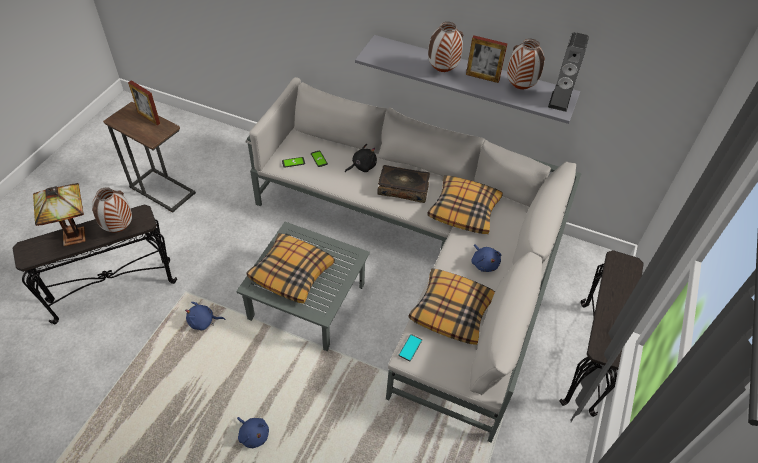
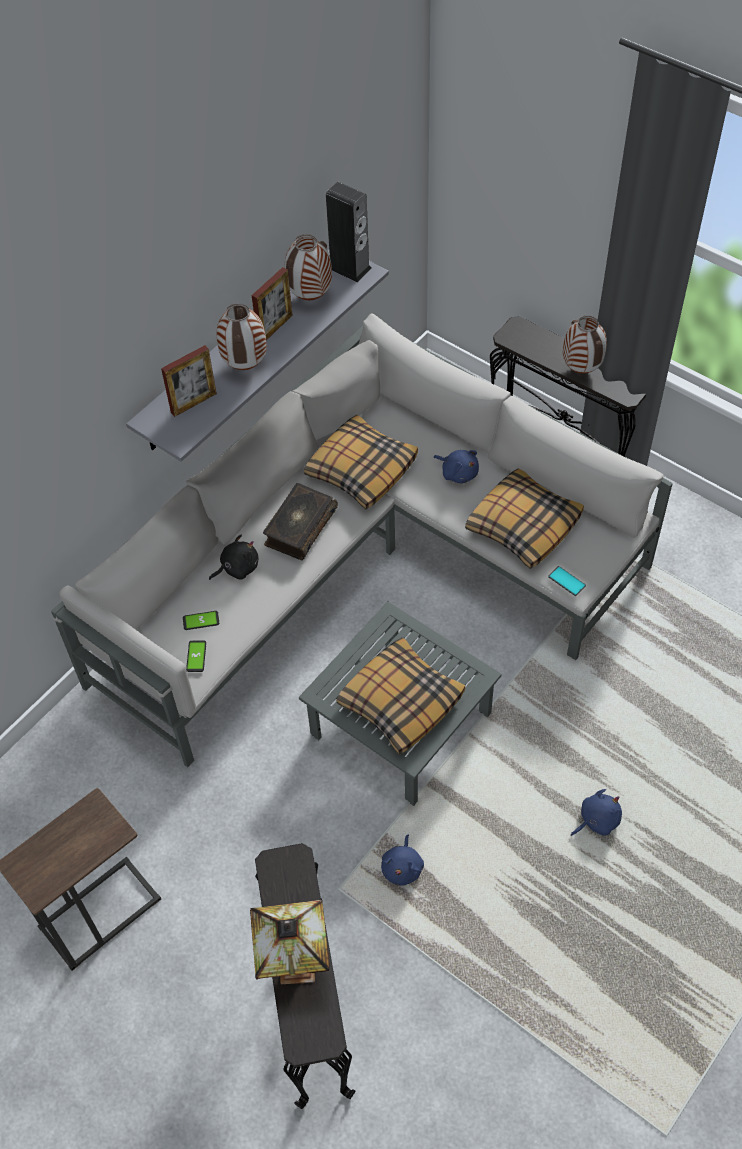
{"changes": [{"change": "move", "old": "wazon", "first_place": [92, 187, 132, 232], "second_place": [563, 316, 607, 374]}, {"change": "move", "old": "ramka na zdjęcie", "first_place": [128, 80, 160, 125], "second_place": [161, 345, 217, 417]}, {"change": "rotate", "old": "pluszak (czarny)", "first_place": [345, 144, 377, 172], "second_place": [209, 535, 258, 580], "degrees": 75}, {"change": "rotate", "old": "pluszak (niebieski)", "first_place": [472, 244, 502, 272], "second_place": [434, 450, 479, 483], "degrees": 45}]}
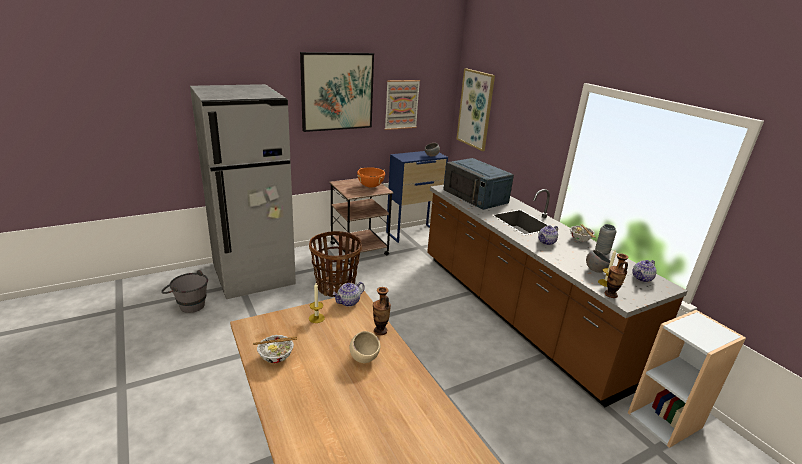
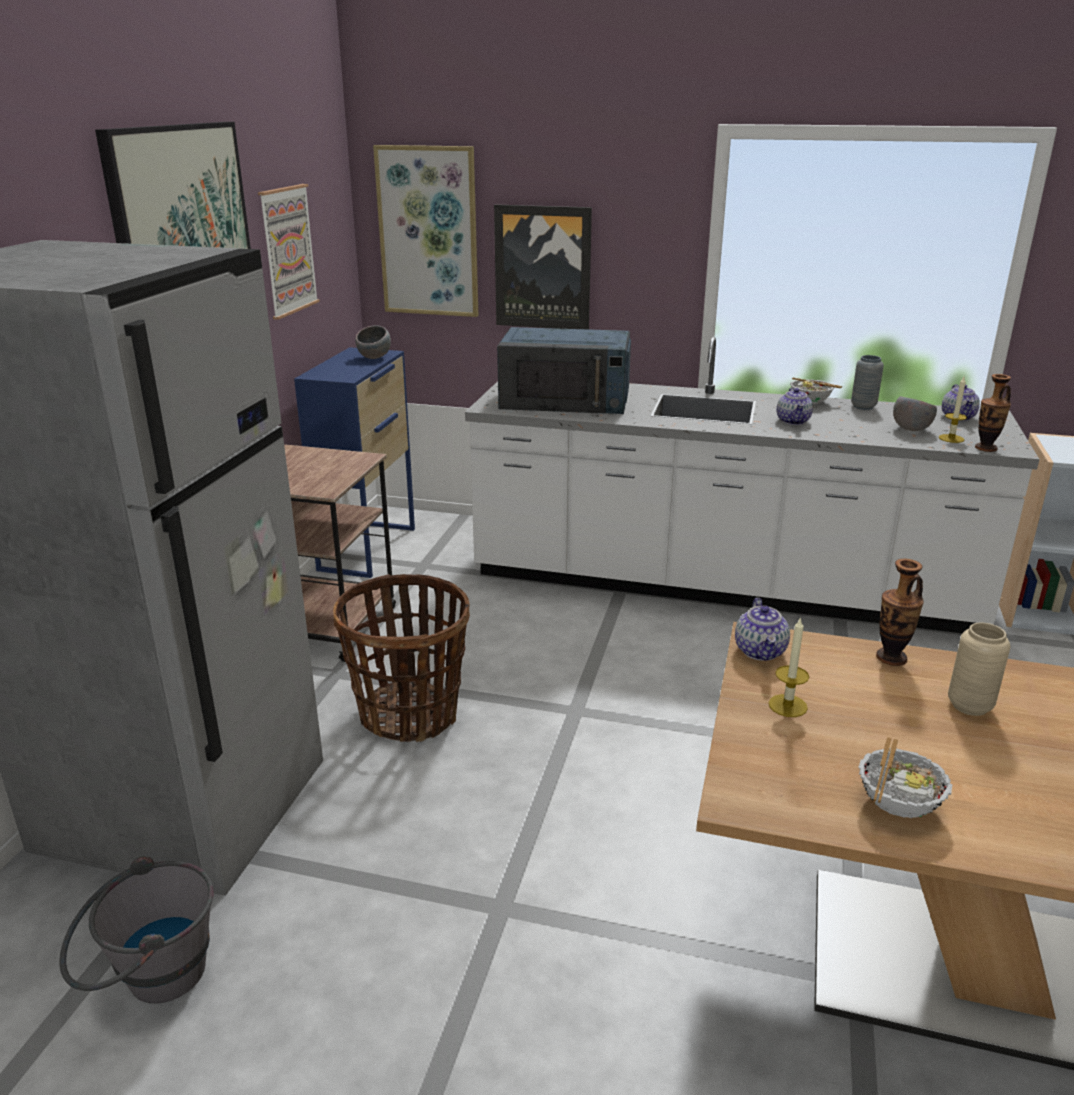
{"changes": [{"change": "replace", "old": "miska (beżowy)", "new": "wazon (beżowy)", "first_place": [350, 331, 380, 363], "second_place": [948, 622, 1010, 716]}, {"change": "delete", "old": "garnek (pomarańczowy)", "first_place": [357, 167, 385, 188]}, {"change": "recolor", "old": "zabudowa kuchenna (brązowy)", "new": "zabudowa kuchenna (biały)", "first_place": [427, 185, 688, 407], "second_place": [465, 337, 1039, 633]}, {"change": "insert", "new": "obraz", "second_place": [494, 204, 592, 329]}]}
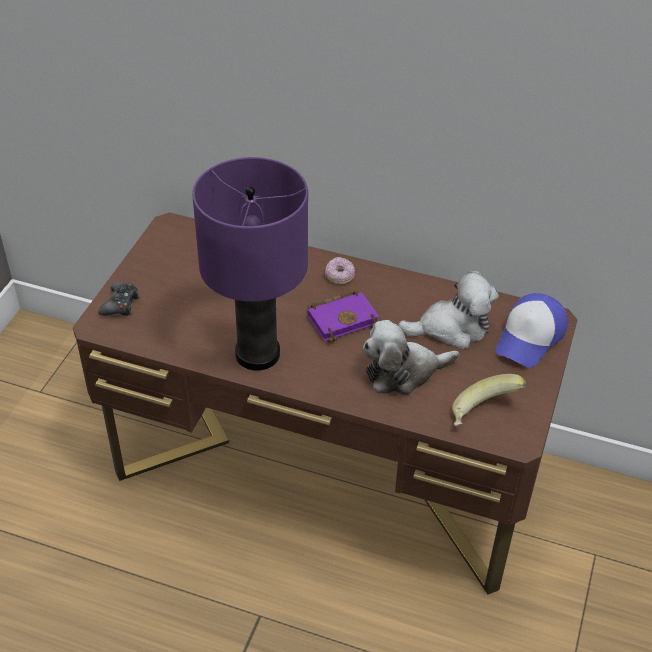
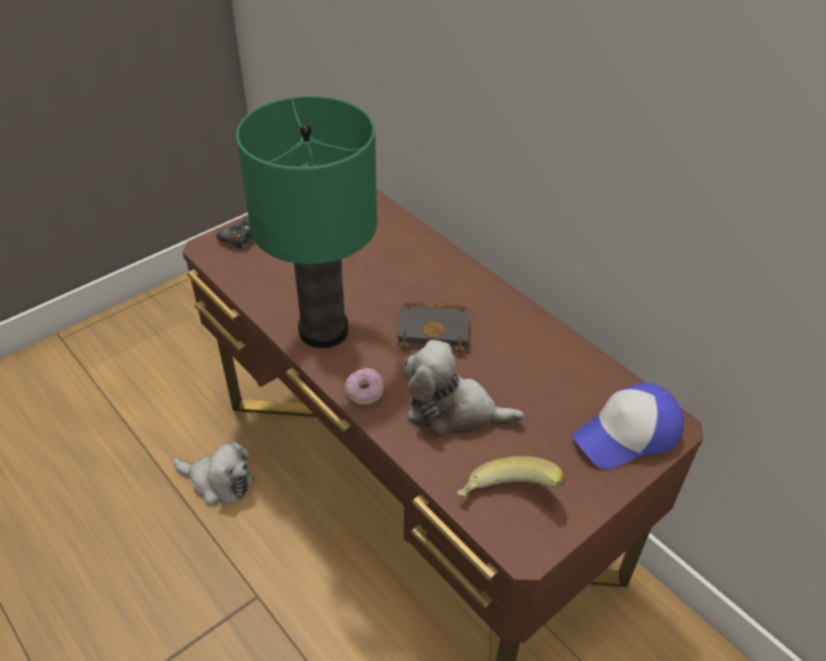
{"changes": [{"change": "recolor", "old": "lampa stołowa (fioletowy)", "new": "lampa stołowa (zielony)", "first_place": [192, 157, 308, 371], "second_place": [236, 96, 377, 348]}, {"change": "recolor", "old": "książka (fioletowy)", "new": "książka (czarny)", "first_place": [307, 291, 379, 342], "second_place": [397, 302, 469, 352]}, {"change": "move", "old": "donut", "first_place": [325, 257, 355, 284], "second_place": [345, 368, 384, 405]}, {"change": "move", "old": "pluszak", "first_place": [398, 271, 499, 349], "second_place": [173, 441, 254, 506]}]}
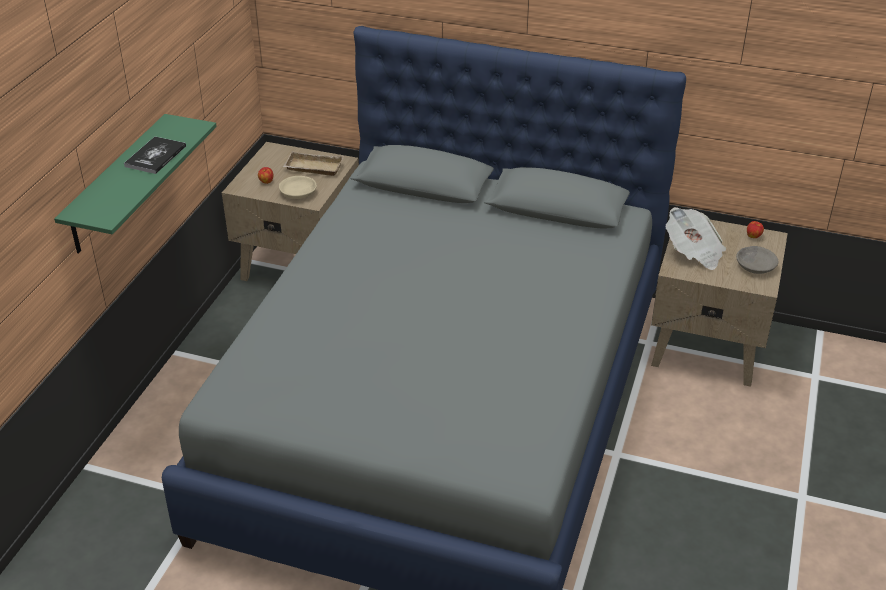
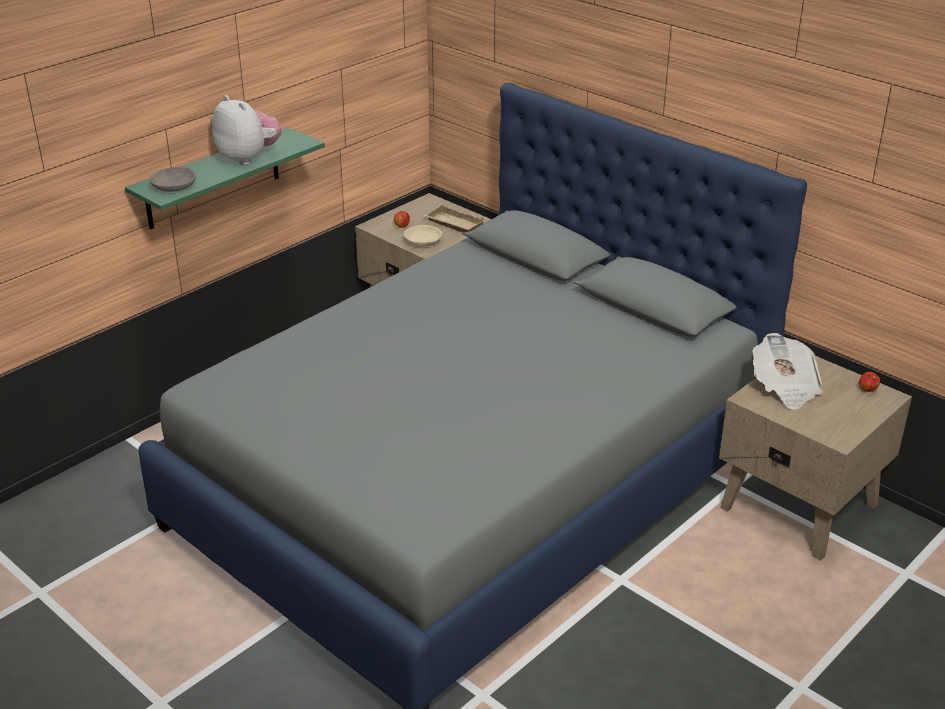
{"changes": [{"change": "replace", "old": "książka", "new": "pluszak", "first_place": [124, 137, 186, 174], "second_place": [212, 95, 281, 165]}, {"change": "move", "old": "miska (szary)", "first_place": [736, 246, 778, 274], "second_place": [150, 167, 196, 192]}]}
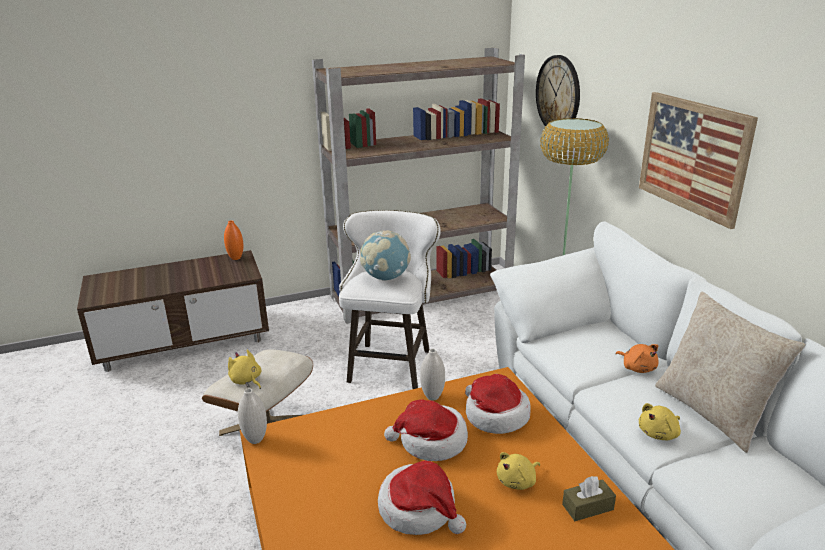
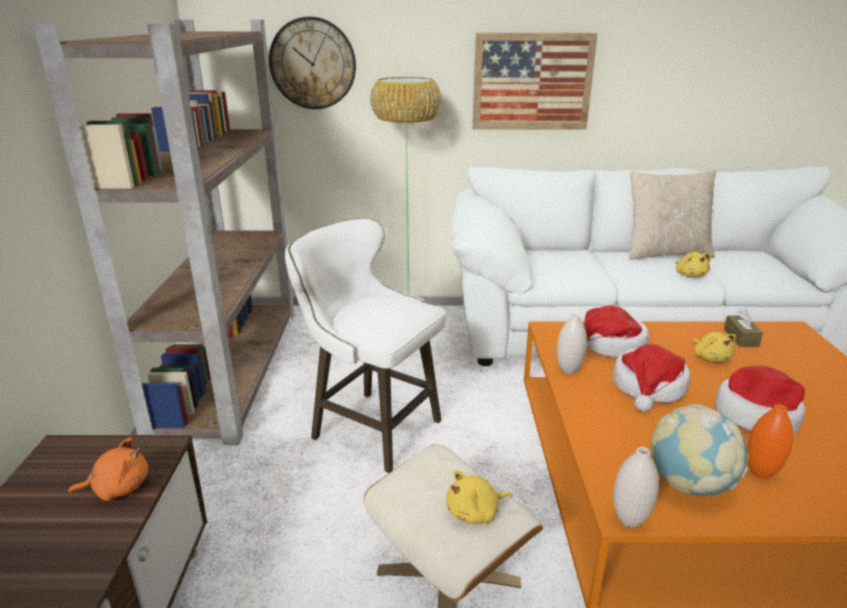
{"changes": [{"change": "move", "old": "wazon (pomarańczowy)", "first_place": [224, 220, 243, 260], "second_place": [747, 404, 793, 479]}, {"change": "move", "old": "globus", "first_place": [360, 230, 411, 281], "second_place": [651, 404, 748, 496]}, {"change": "move", "old": "pluszak (pomarańczowy)", "first_place": [616, 344, 659, 373], "second_place": [68, 437, 149, 501]}]}
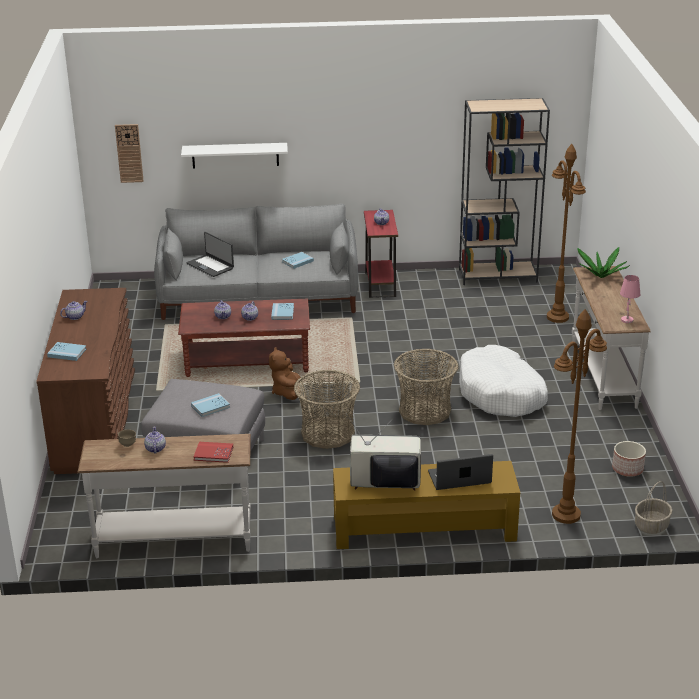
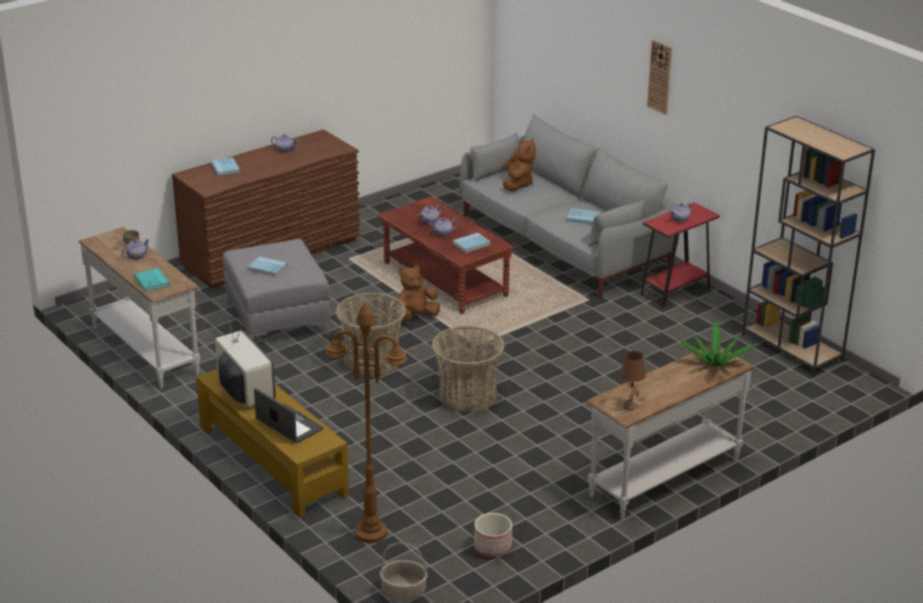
{"changes": [{"change": "move", "old": "zegar ścienny", "first_place": [115, 124, 144, 183], "second_place": [647, 40, 672, 115]}, {"change": "delete", "old": "półka (biały)", "first_place": [181, 143, 288, 169]}, {"change": "replace", "old": "laptop", "new": "pluszak (brązowy)", "first_place": [186, 232, 234, 277], "second_place": [503, 138, 536, 192]}, {"change": "recolor", "old": "książka (czerwony)", "new": "książka (turkusowy)", "first_place": [193, 442, 233, 463], "second_place": [134, 268, 170, 292]}, {"change": "delete", "old": "legowisko (biały)", "first_place": [459, 345, 548, 417]}, {"change": "delete", "old": "lampa stojąca (brązowy)", "first_place": [547, 144, 586, 323]}, {"change": "recolor", "old": "lampa stołowa (różowy)", "new": "lampa stołowa (brązowy)", "first_place": [620, 275, 640, 323], "second_place": [620, 351, 646, 411]}]}
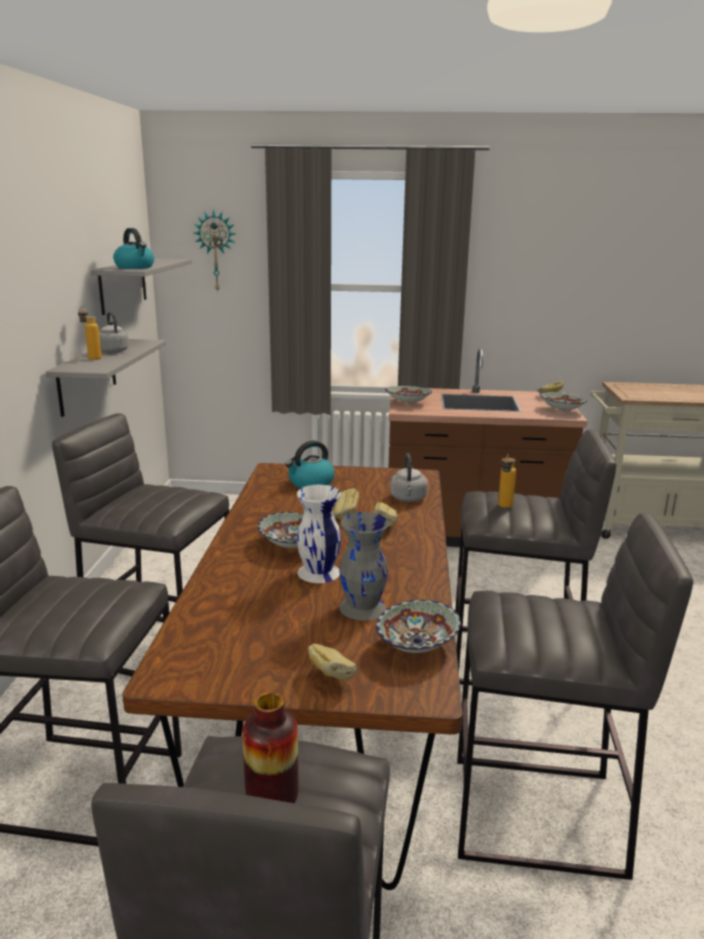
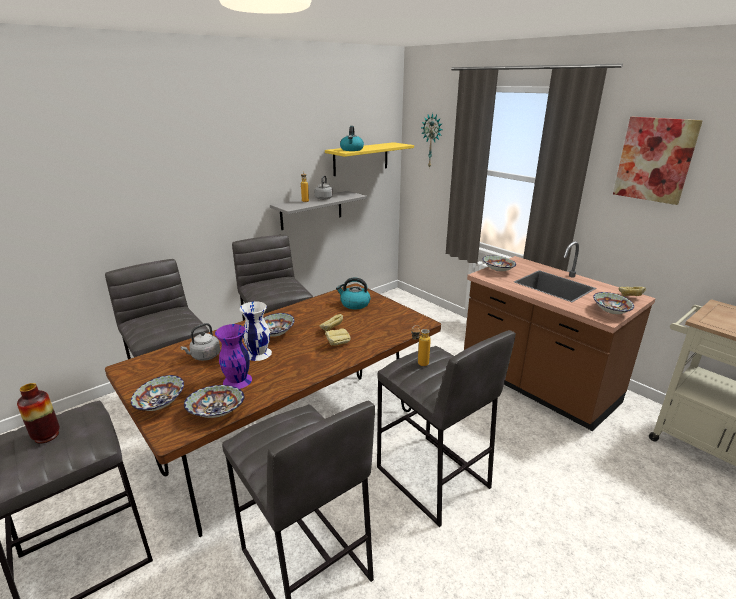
{"changes": [{"change": "recolor", "old": "półka (szary)", "new": "półka (żółty)", "first_place": [90, 258, 192, 315], "second_place": [325, 142, 414, 176]}, {"change": "replace", "old": "chleb", "new": "miska", "first_place": [308, 644, 357, 681], "second_place": [131, 375, 184, 411]}, {"change": "recolor", "old": "wazon (szary)", "new": "wazon (fioletowy)", "first_place": [339, 512, 389, 620], "second_place": [215, 324, 252, 389]}, {"change": "move", "old": "czajnik (szary)", "first_place": [390, 453, 428, 502], "second_place": [181, 323, 220, 361]}, {"change": "insert", "new": "obraz", "second_place": [613, 117, 703, 205]}]}
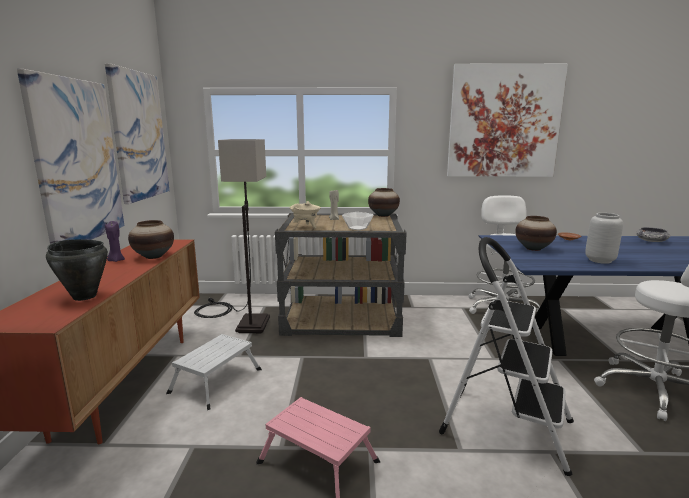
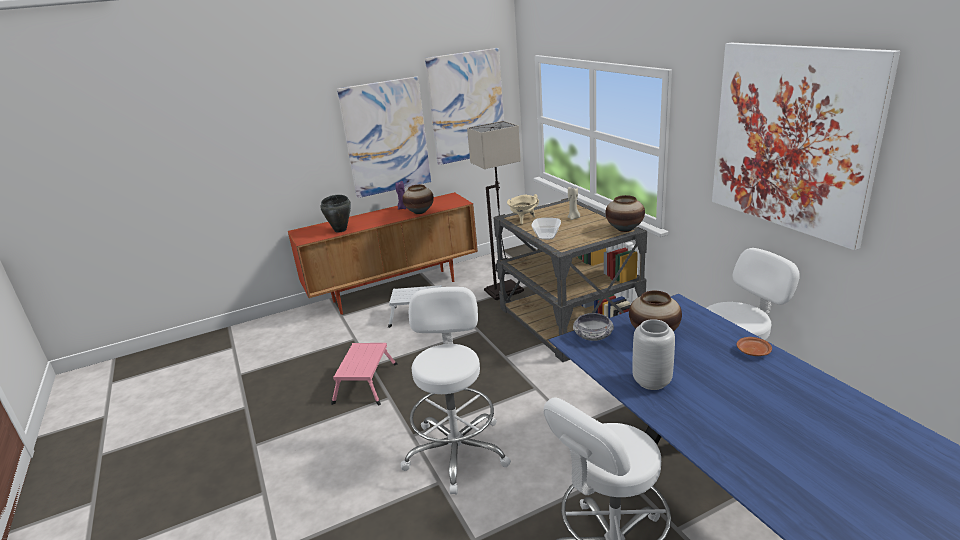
{"changes": [{"change": "replace", "old": "drabinka", "new": "stołek (biały)", "first_place": [439, 237, 574, 476], "second_place": [400, 287, 511, 494]}, {"change": "move", "old": "miska", "first_place": [636, 227, 670, 242], "second_place": [573, 313, 614, 341]}]}
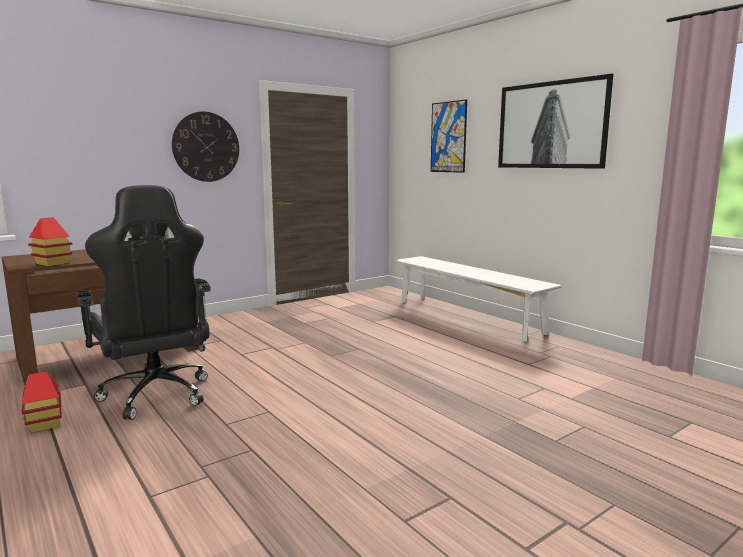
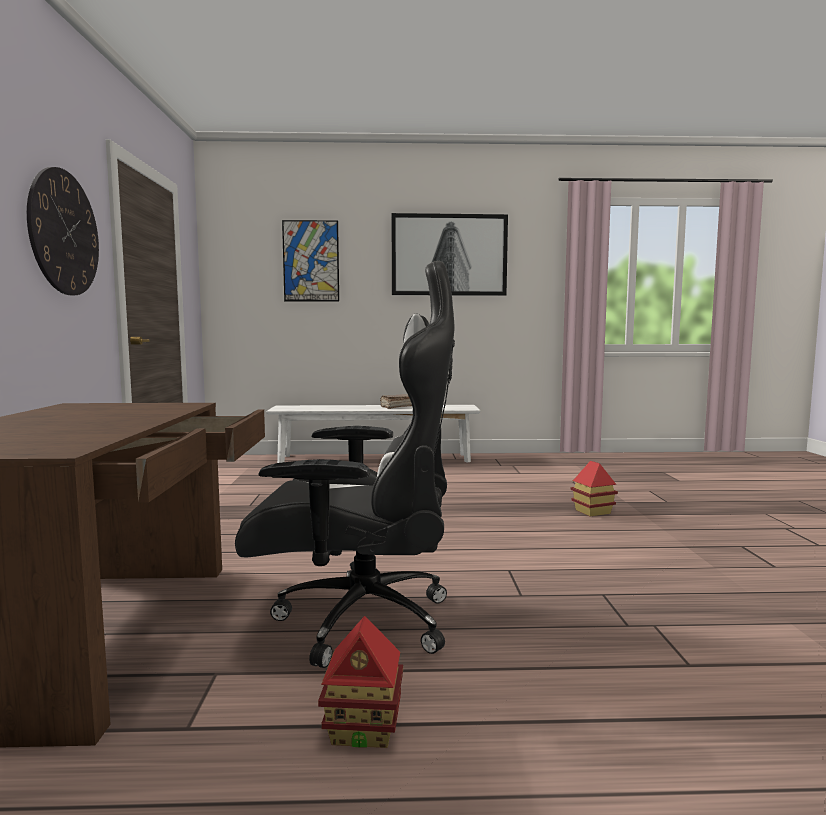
{"changes": [{"change": "move", "old": "domek", "first_place": [28, 217, 72, 266], "second_place": [571, 461, 618, 516]}, {"change": "insert", "new": "książka (brązowy)", "second_place": [380, 394, 412, 409]}]}
